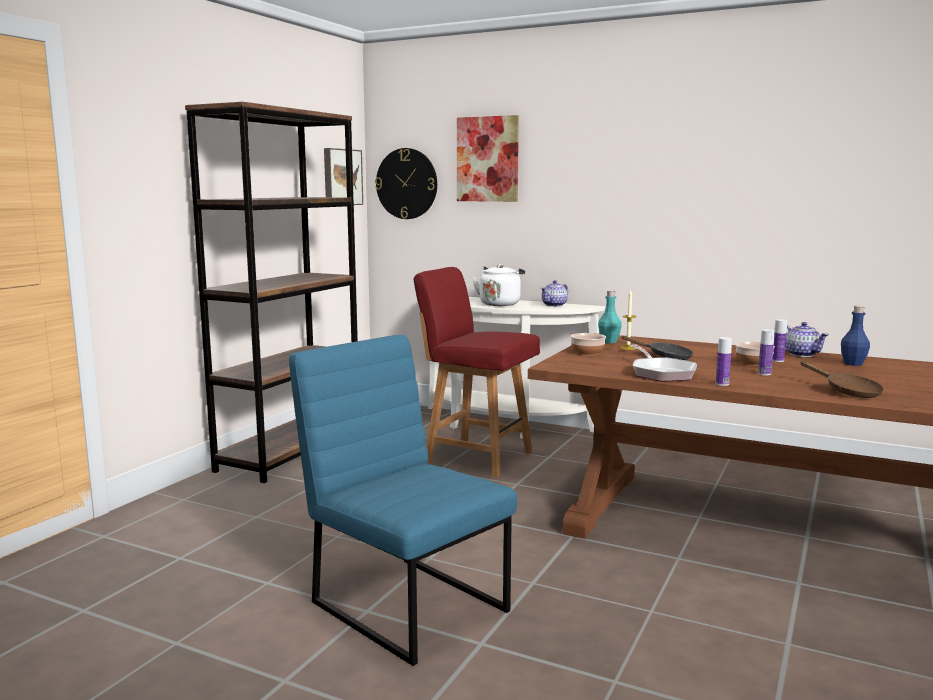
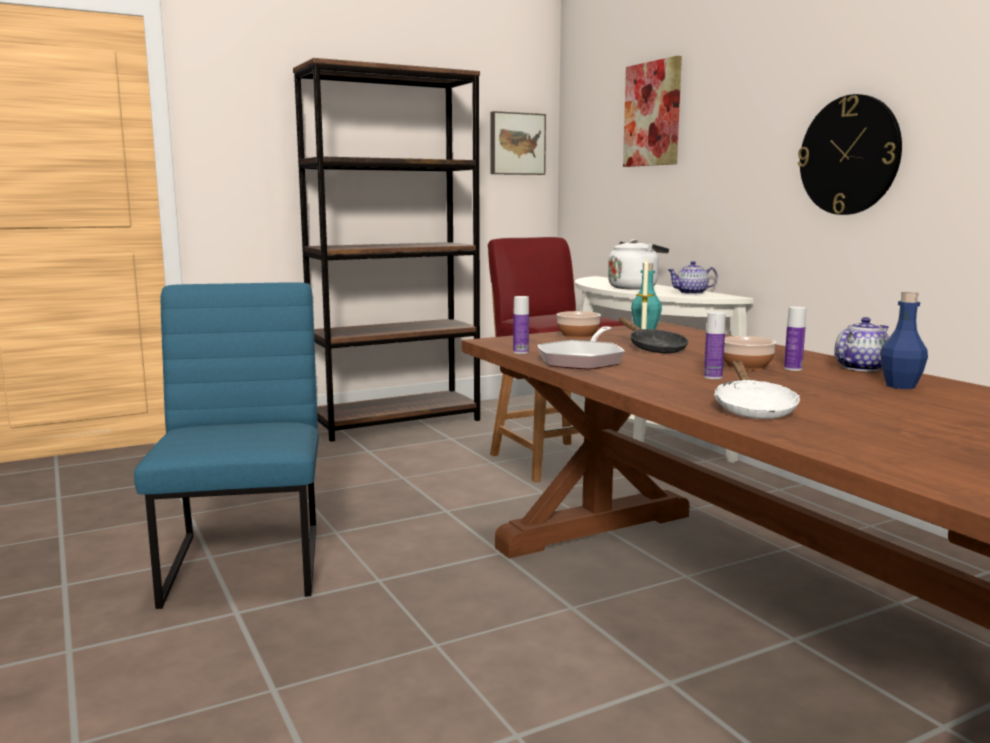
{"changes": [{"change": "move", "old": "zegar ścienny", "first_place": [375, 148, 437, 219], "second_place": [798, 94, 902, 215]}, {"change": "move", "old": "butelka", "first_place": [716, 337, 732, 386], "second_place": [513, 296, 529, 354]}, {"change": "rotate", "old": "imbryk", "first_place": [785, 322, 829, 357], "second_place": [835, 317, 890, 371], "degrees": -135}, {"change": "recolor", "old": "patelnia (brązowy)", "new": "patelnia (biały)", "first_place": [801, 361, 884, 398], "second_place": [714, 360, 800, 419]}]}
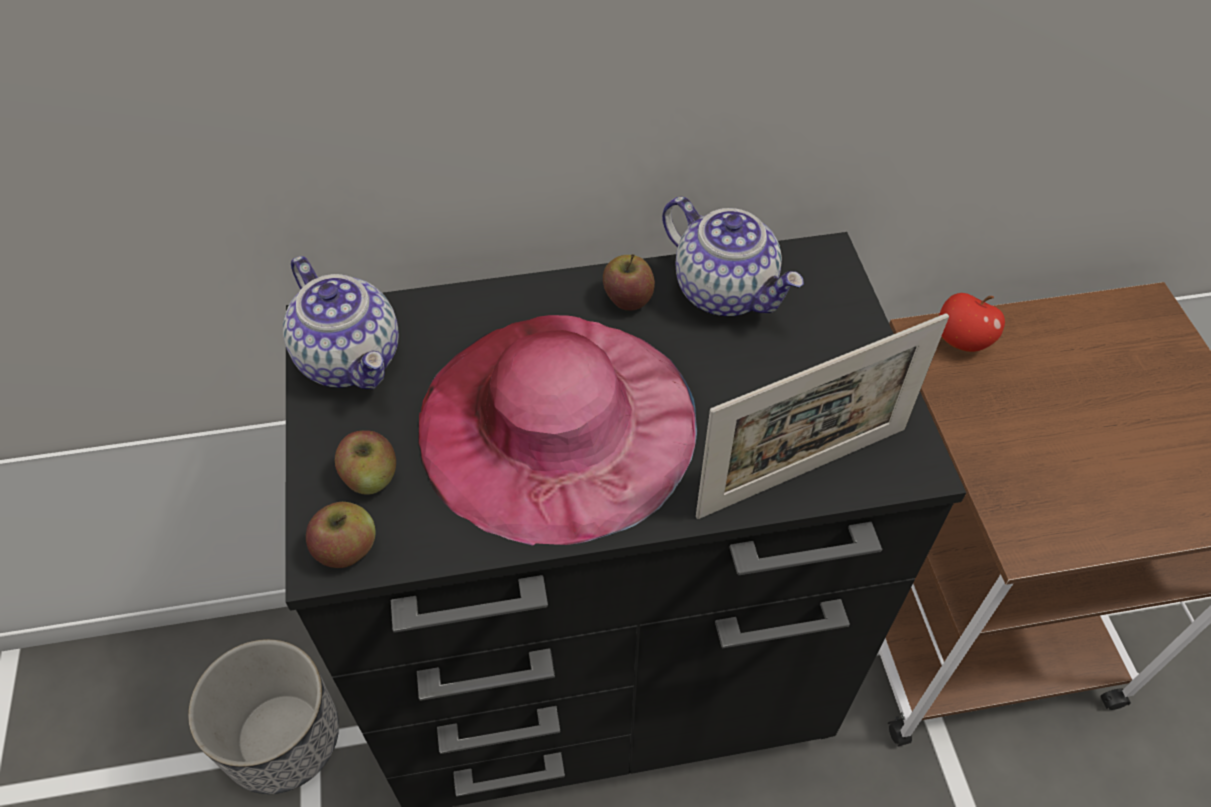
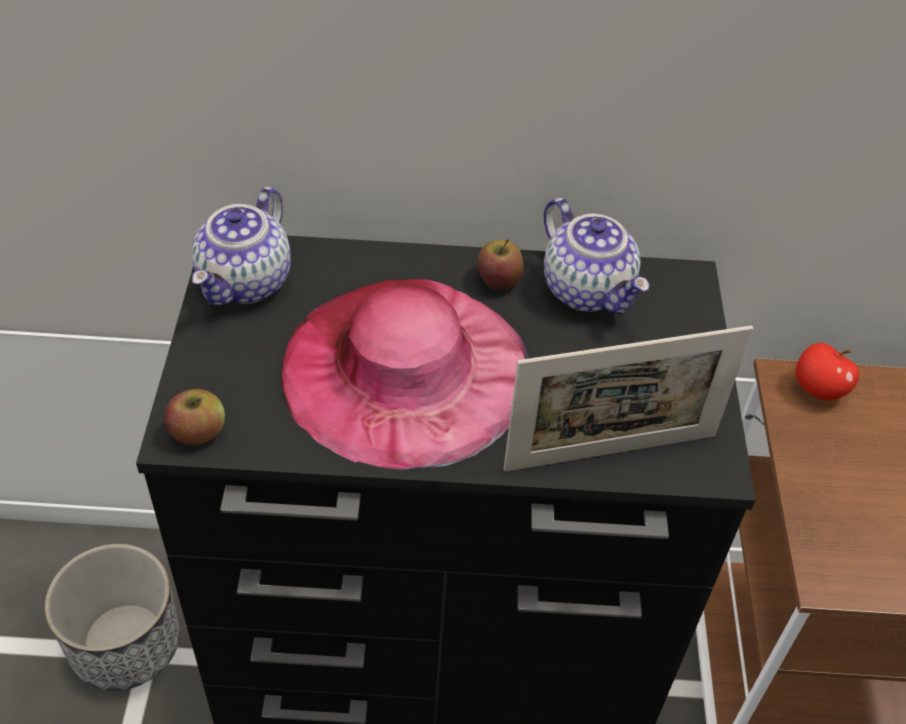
{"changes": [{"change": "rotate", "old": "imbryk", "first_place": [283, 256, 399, 389], "second_place": [192, 187, 291, 306], "degrees": 45}, {"change": "delete", "old": "jabłko", "first_place": [335, 430, 396, 495]}]}
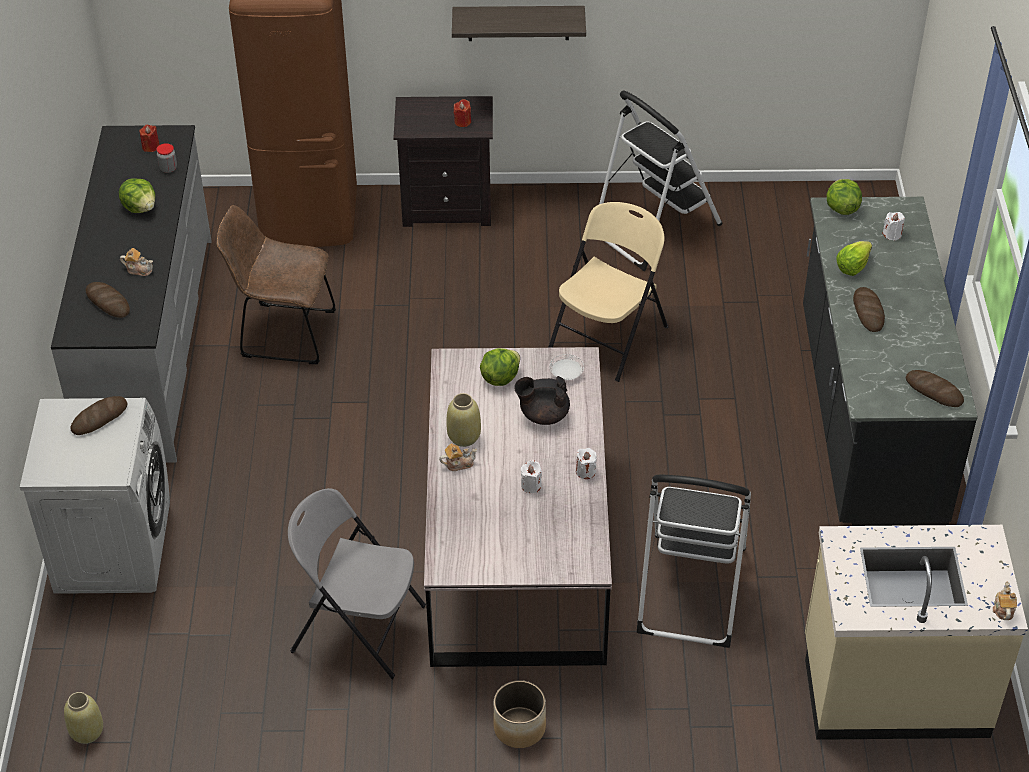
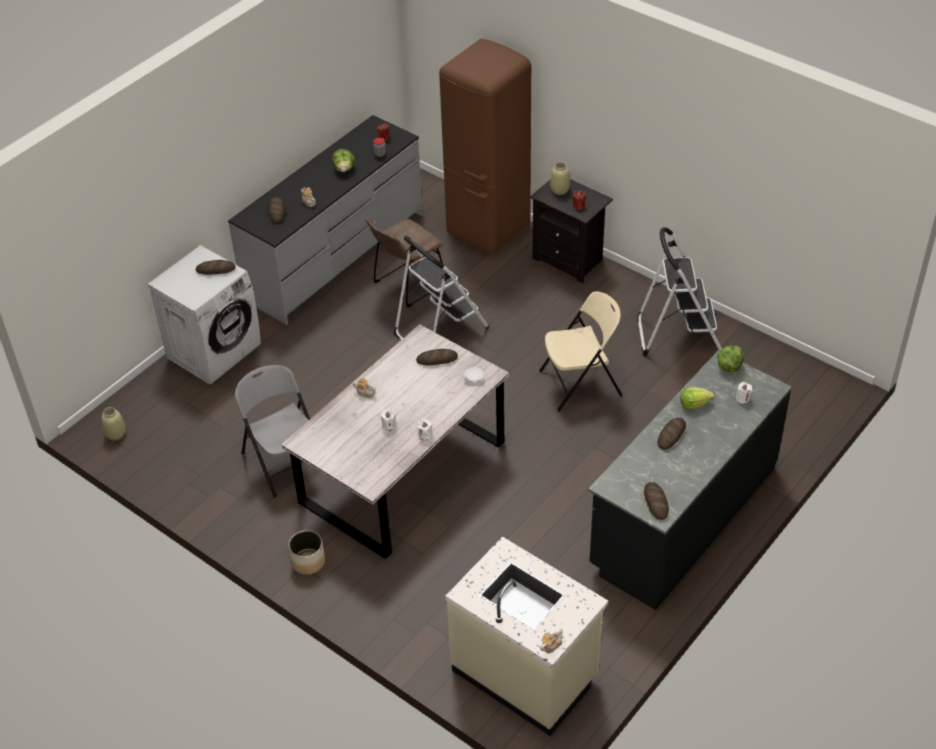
{"changes": [{"change": "rotate", "old": "krzesło (brązowy)", "first_place": [216, 205, 336, 364], "second_place": [365, 218, 444, 307], "degrees": -90}, {"change": "move", "old": "wazon (beżowy)", "first_place": [446, 393, 481, 447], "second_place": [550, 162, 570, 195]}, {"change": "delete", "old": "półka", "first_place": [452, 6, 586, 41]}, {"change": "replace", "old": "sałata", "new": "chleb", "first_place": [480, 348, 520, 386], "second_place": [416, 349, 458, 365]}, {"change": "delete", "old": "imbryk (czarny)", "first_place": [514, 376, 570, 425]}, {"change": "move", "old": "drabinka", "first_place": [637, 475, 751, 648], "second_place": [394, 236, 489, 340]}]}
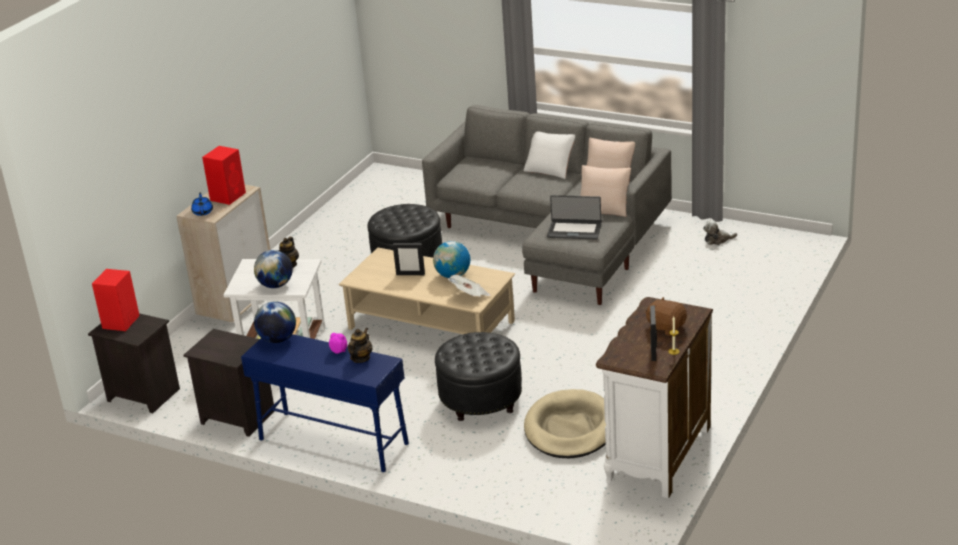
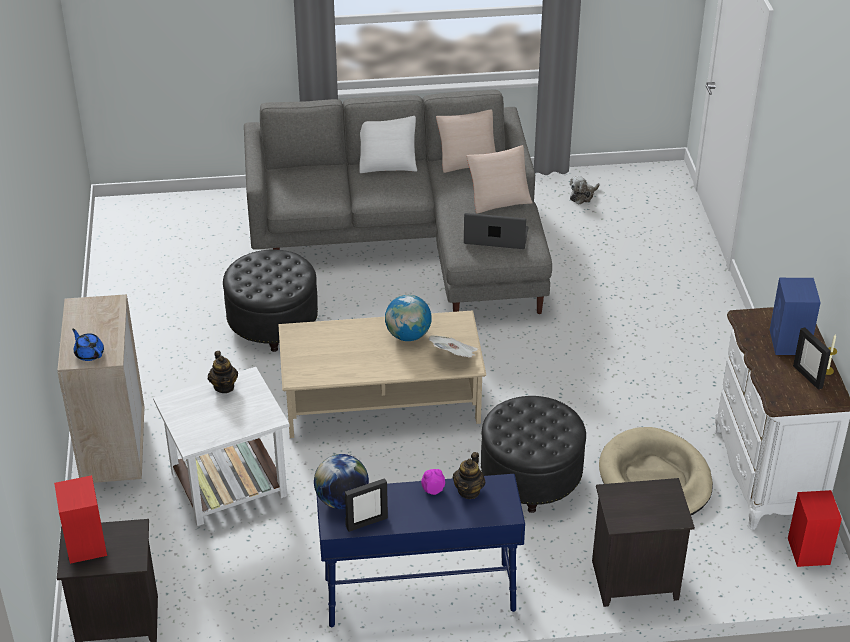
{"changes": [{"change": "move", "old": "szafka nocna (czarny)", "first_place": [183, 329, 275, 437], "second_place": [592, 478, 695, 607]}, {"change": "move", "old": "głośnik (czerwony)", "first_place": [202, 146, 246, 205], "second_place": [788, 490, 842, 567]}, {"change": "delete", "old": "globus", "first_place": [254, 250, 293, 288]}, {"change": "rotate", "old": "imbryk", "first_place": [348, 328, 373, 363], "second_place": [453, 452, 485, 499], "degrees": -150}, {"change": "move", "old": "ramka na zdjęcie", "first_place": [393, 243, 425, 275], "second_place": [345, 478, 388, 532]}, {"change": "rotate", "old": "laptop", "first_place": [547, 195, 601, 240], "second_place": [464, 213, 528, 249], "degrees": -150}, {"change": "replace", "old": "pluszak (brązowy)", "new": "głośnik (niebieski)", "first_place": [645, 297, 687, 336], "second_place": [770, 278, 821, 355]}]}
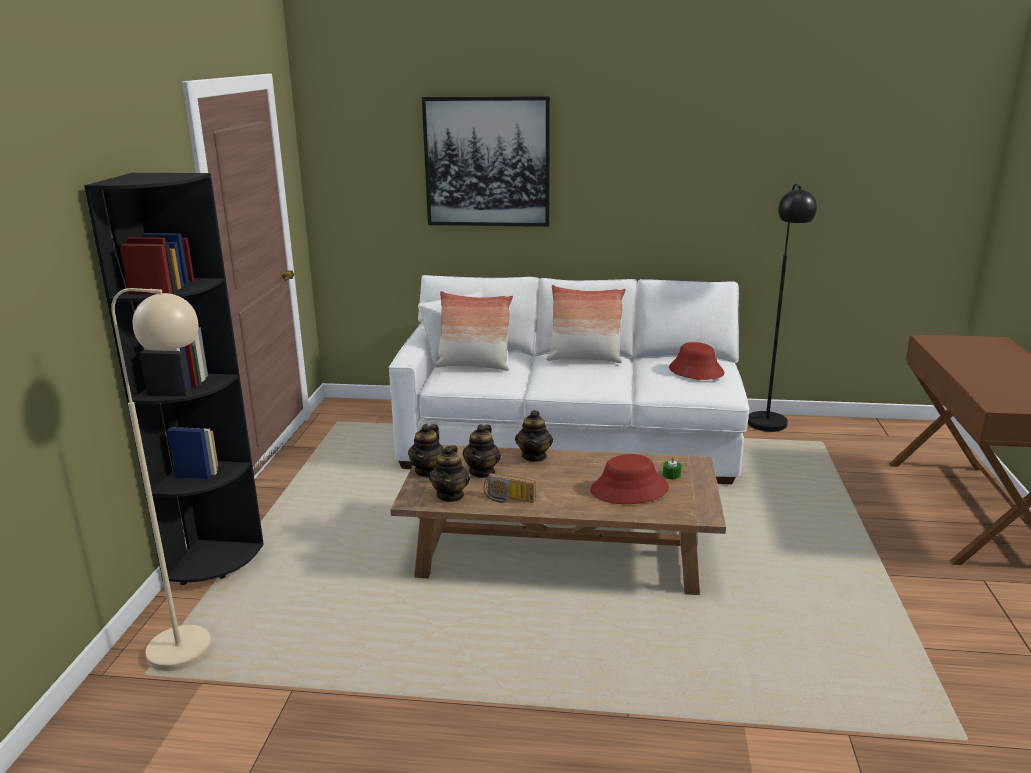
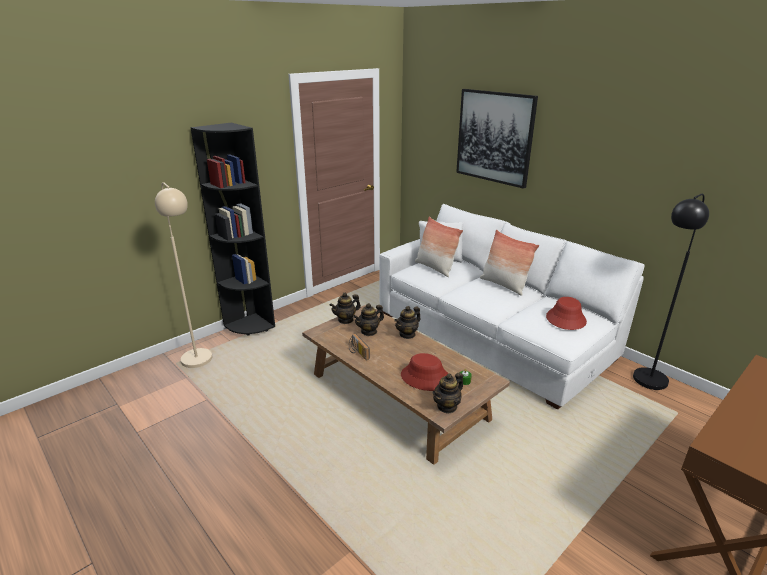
{"changes": [{"change": "move", "old": "imbryk", "first_place": [429, 445, 470, 502], "second_place": [432, 373, 463, 414]}]}
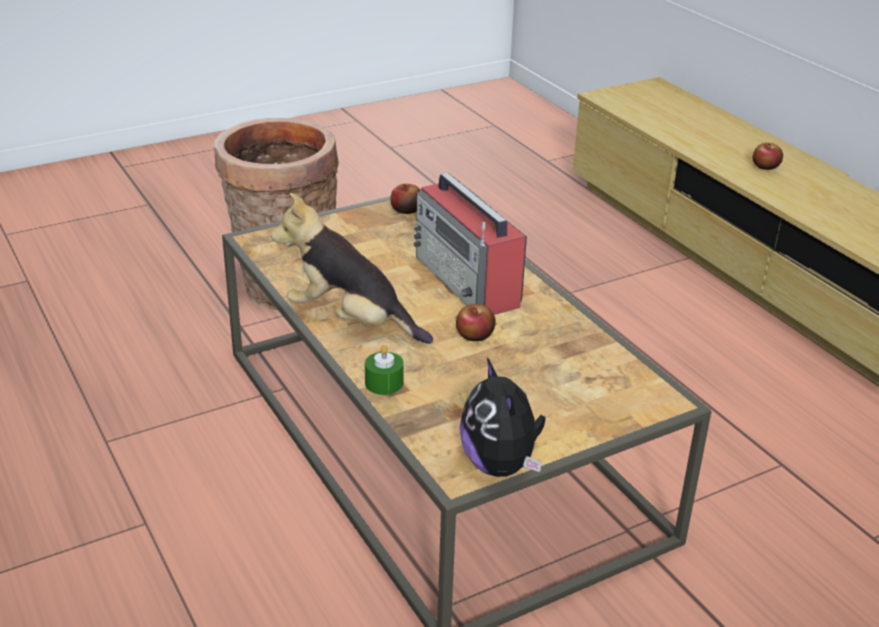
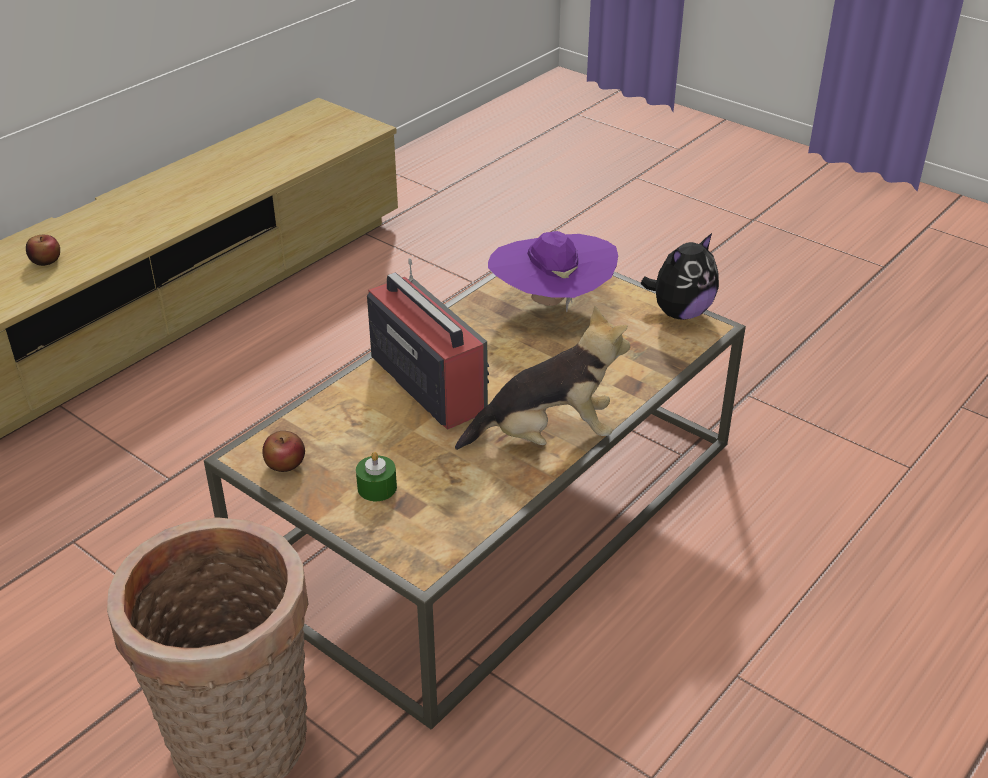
{"changes": [{"change": "rotate", "old": "pluszak", "first_place": [271, 193, 433, 344], "second_place": [455, 306, 630, 450], "degrees": -105}, {"change": "move", "old": "świeca (zielony)", "first_place": [365, 345, 404, 395], "second_place": [356, 452, 397, 501]}, {"change": "rotate", "old": "radio", "first_place": [414, 173, 527, 315], "second_place": [367, 258, 490, 430], "degrees": -75}, {"change": "delete", "old": "jabłko", "first_place": [456, 304, 496, 341]}, {"change": "insert", "new": "kapelusz (fioletowy)", "second_place": [488, 231, 618, 312]}]}
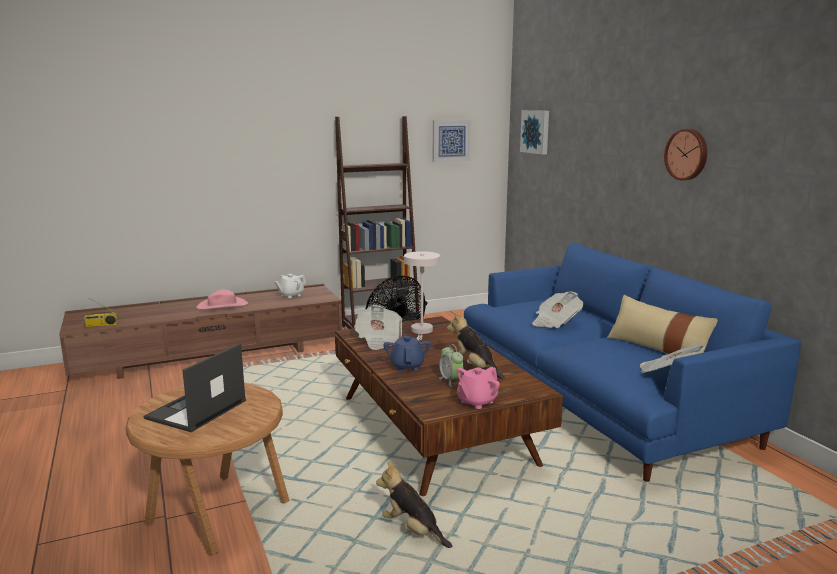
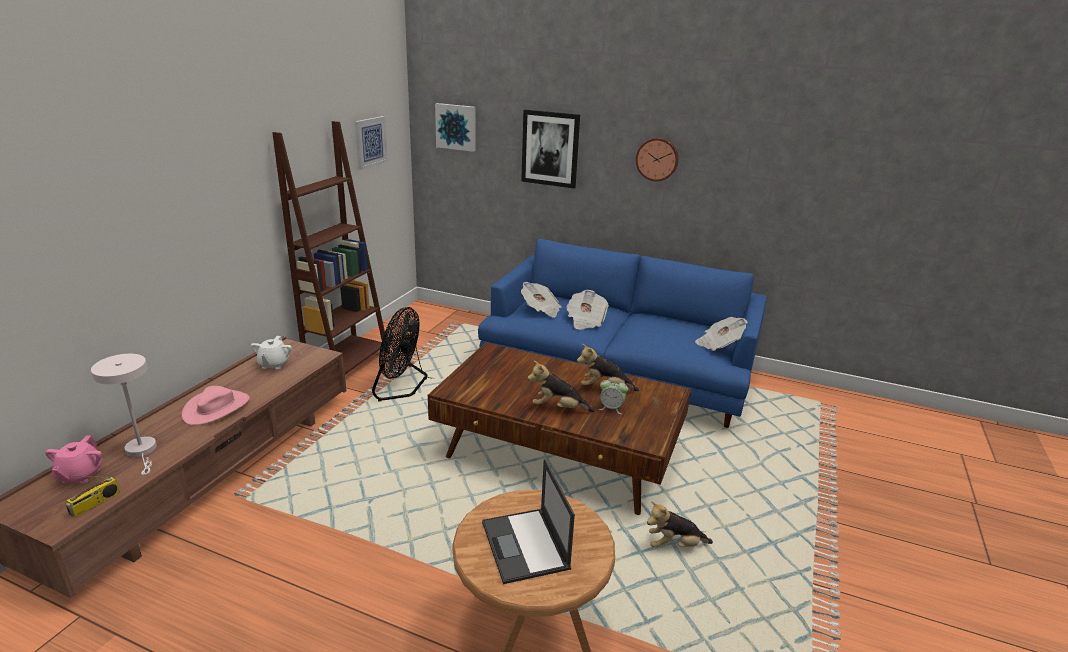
{"changes": [{"change": "move", "old": "gazeta", "first_place": [354, 305, 402, 350], "second_place": [521, 282, 562, 318]}, {"change": "replace", "old": "imbryk (niebieski)", "new": "pluszak", "first_place": [384, 334, 431, 371], "second_place": [527, 360, 595, 412]}, {"change": "move", "old": "lampa stołowa (biały)", "first_place": [404, 251, 440, 341], "second_place": [91, 354, 157, 475]}, {"change": "move", "old": "imbryk (różowy)", "first_place": [457, 367, 500, 409], "second_place": [45, 435, 102, 484]}, {"change": "delete", "old": "poduszka (beżowy)", "first_place": [607, 295, 718, 354]}, {"change": "insert", "new": "obraz", "second_place": [521, 110, 580, 188]}]}
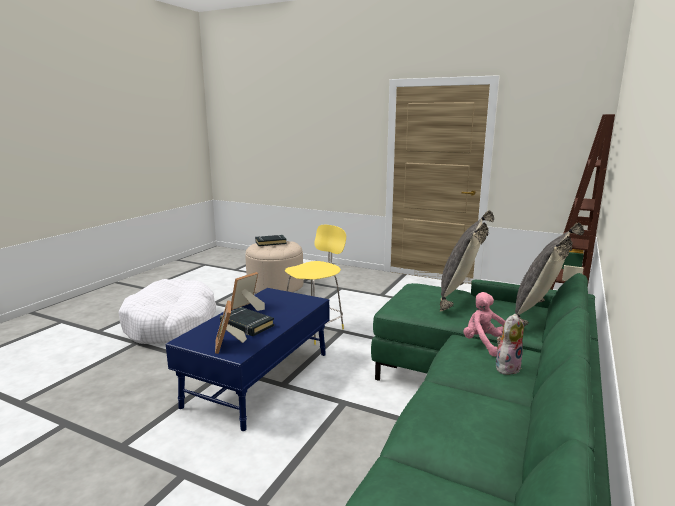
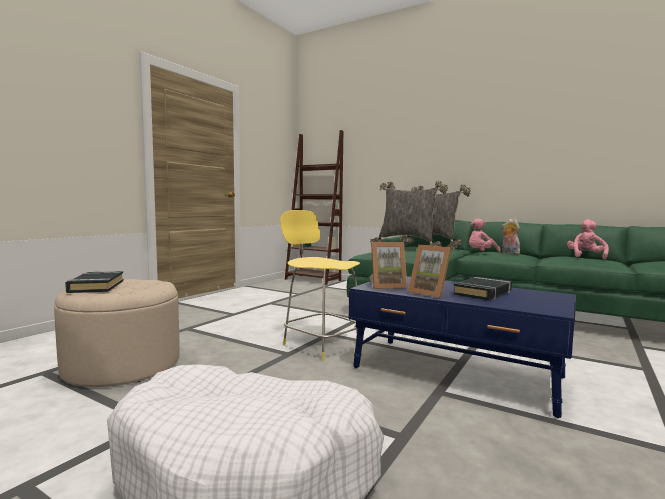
{"changes": [{"change": "move", "old": "ramka na zdjęcie", "first_place": [215, 300, 247, 354], "second_place": [369, 242, 407, 289]}, {"change": "insert", "new": "pluszak (różowy)", "second_place": [567, 219, 609, 260]}]}
